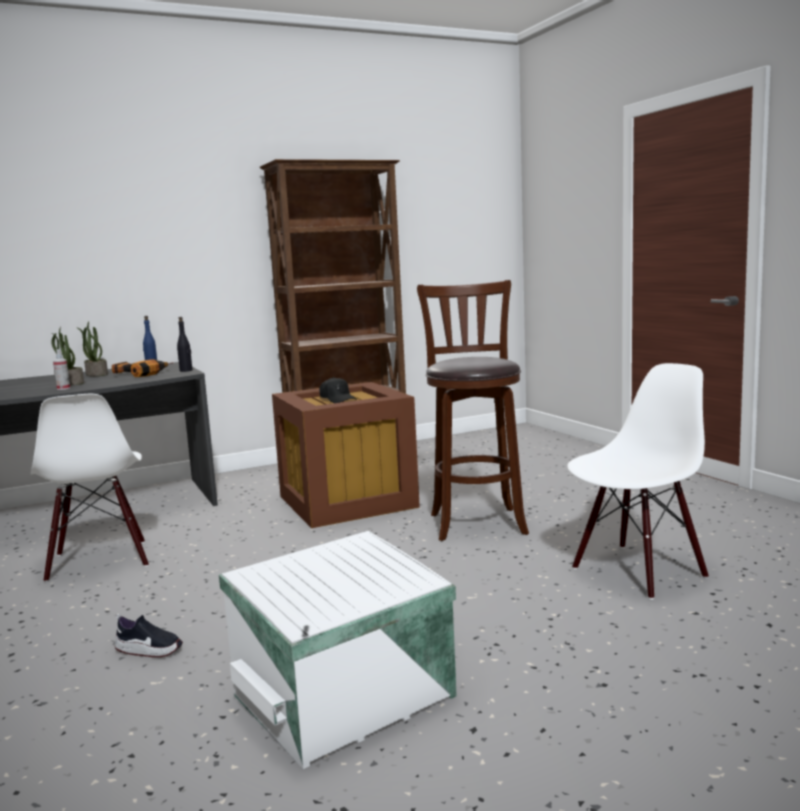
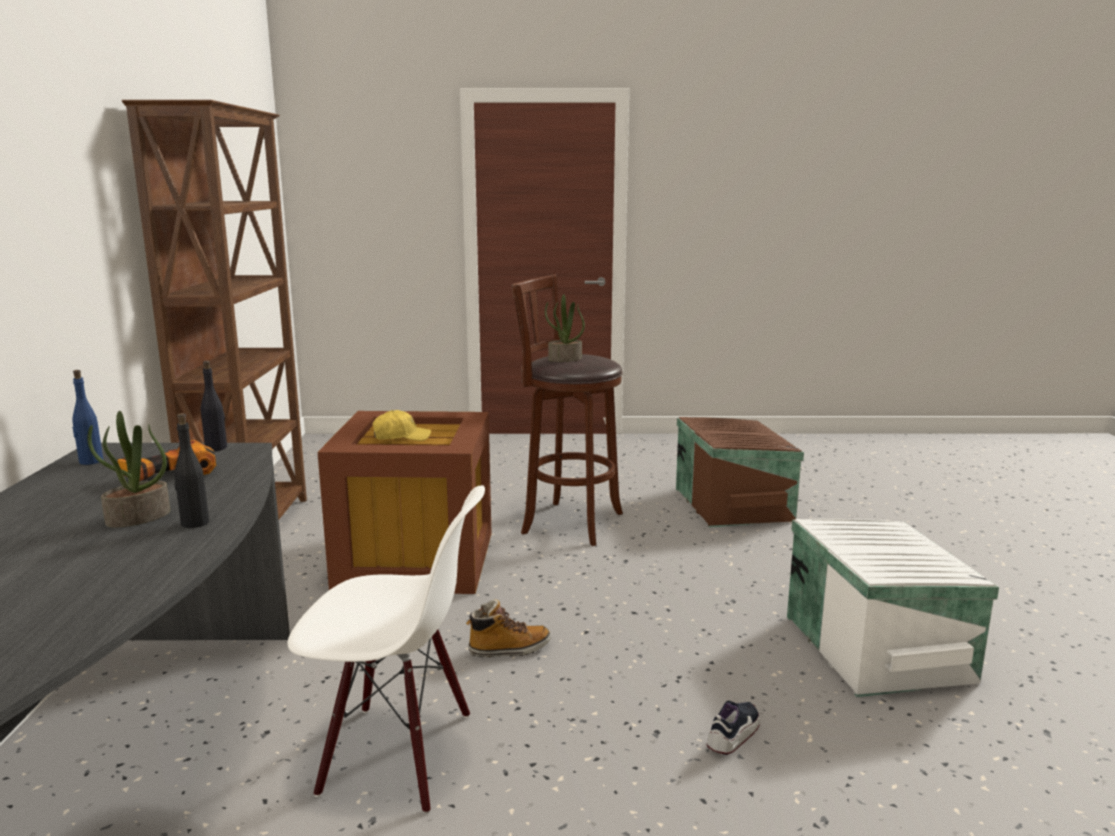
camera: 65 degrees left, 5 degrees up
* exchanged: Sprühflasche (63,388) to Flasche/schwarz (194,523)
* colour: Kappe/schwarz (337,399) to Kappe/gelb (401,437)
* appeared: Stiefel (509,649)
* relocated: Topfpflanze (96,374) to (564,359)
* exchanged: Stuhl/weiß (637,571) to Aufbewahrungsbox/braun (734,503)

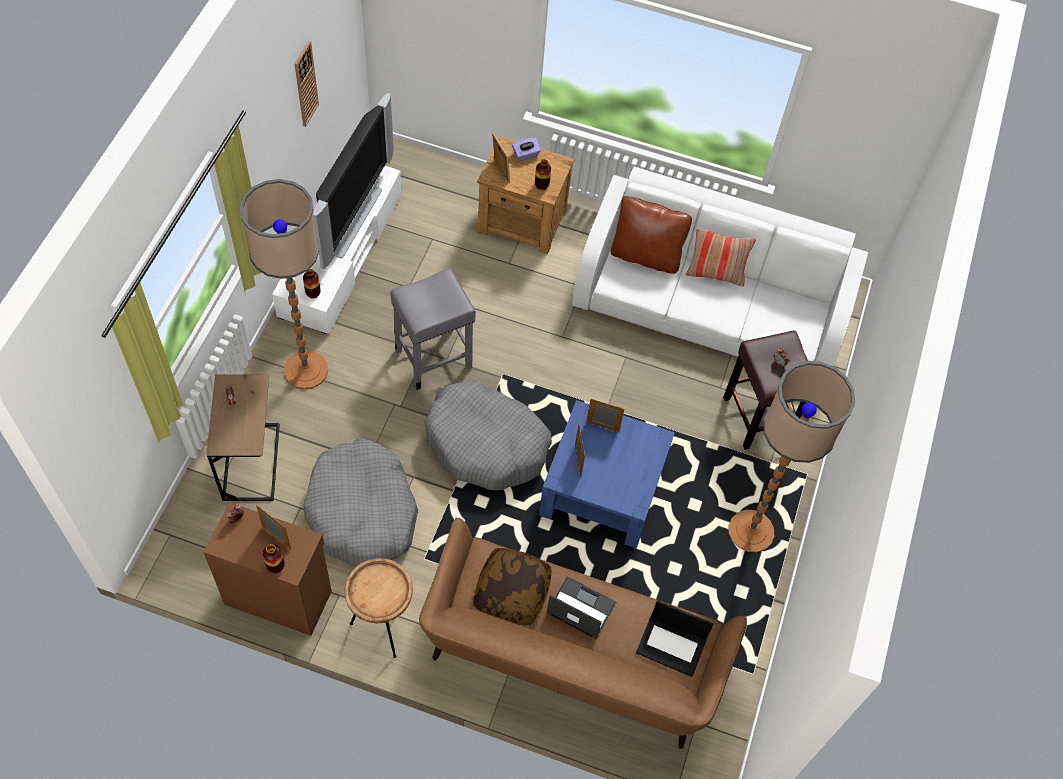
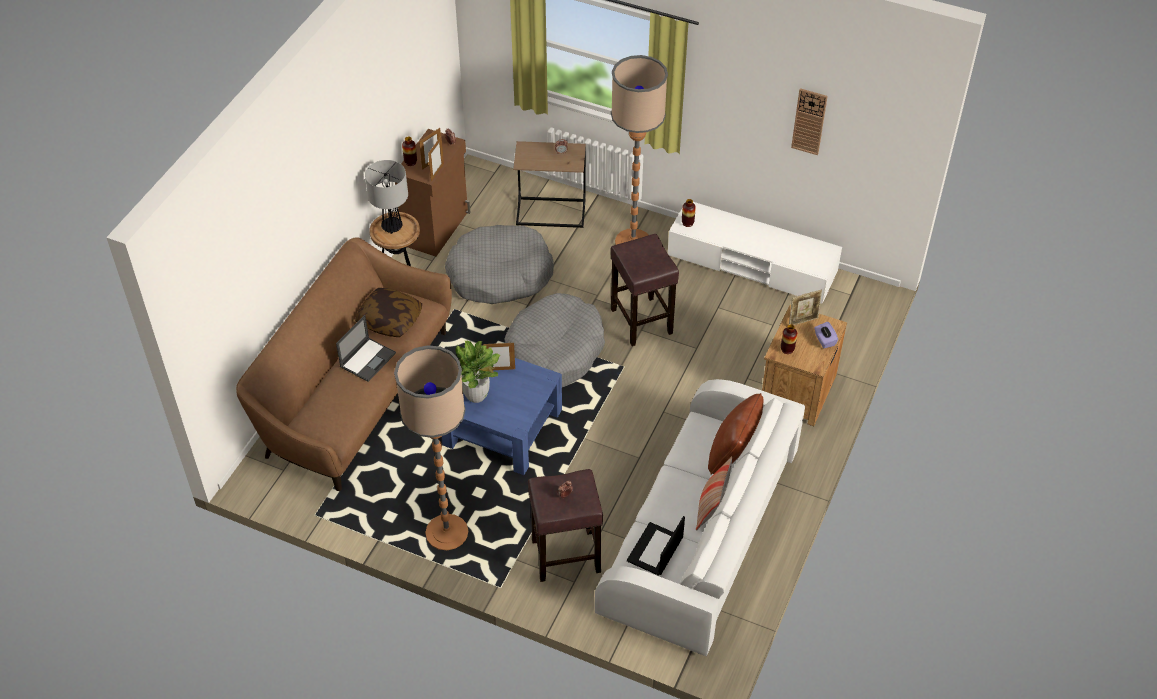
camera: 100 degrees right, 10 degrees down
* appeared: Tischlampe (392,227)
* relocated: Bilderrahmen (602,426) to (437,172)
* appeared: Topfpflanze (476,396)
* colour: Hocker/grau (434,358) to Hocker/braun (642,322)
* relocated: Laptop (672,645) to (655,550)
* missing: Fernseher (351,219)

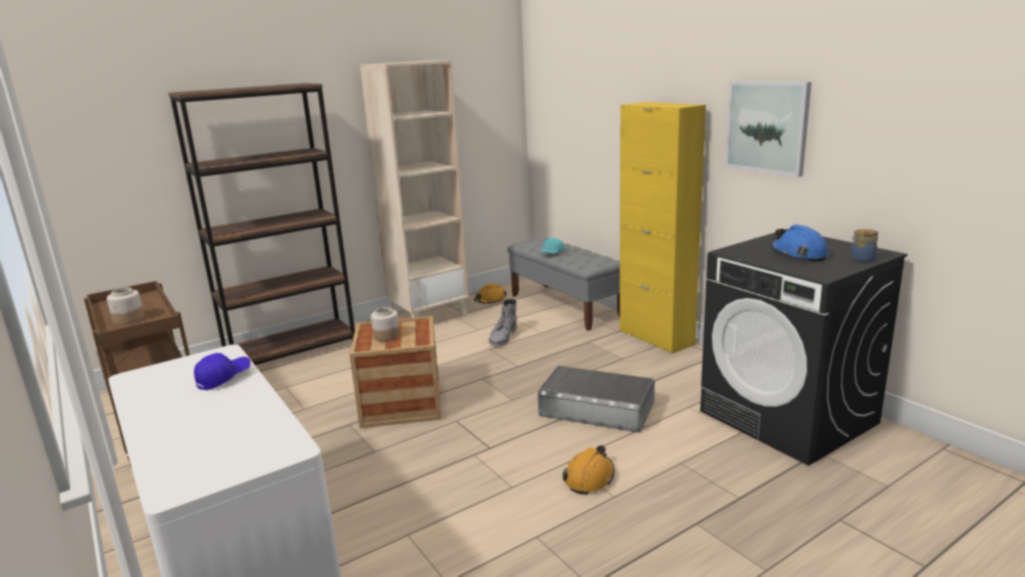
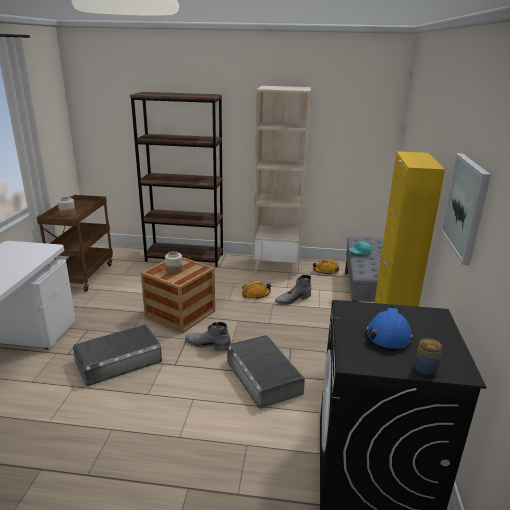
camera: 40 degrees right, 5 degrees up
* appeared: Aufbewahrungsbox/grau (118,360)
* appeared: Stiefel/grau (208,344)
* relocated: Schutzhelm/orange (589,478) to (255,294)
* missing: Kappe/blau (224,378)

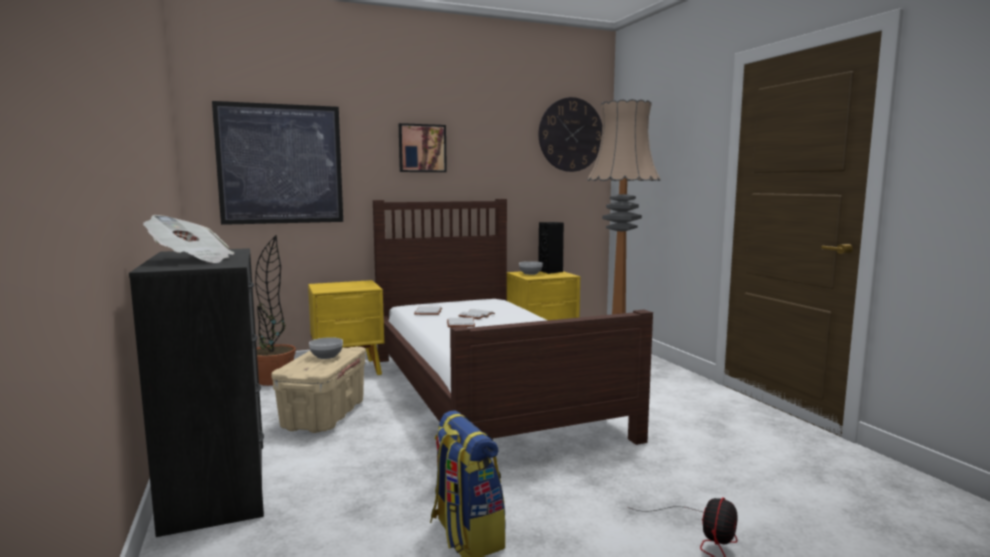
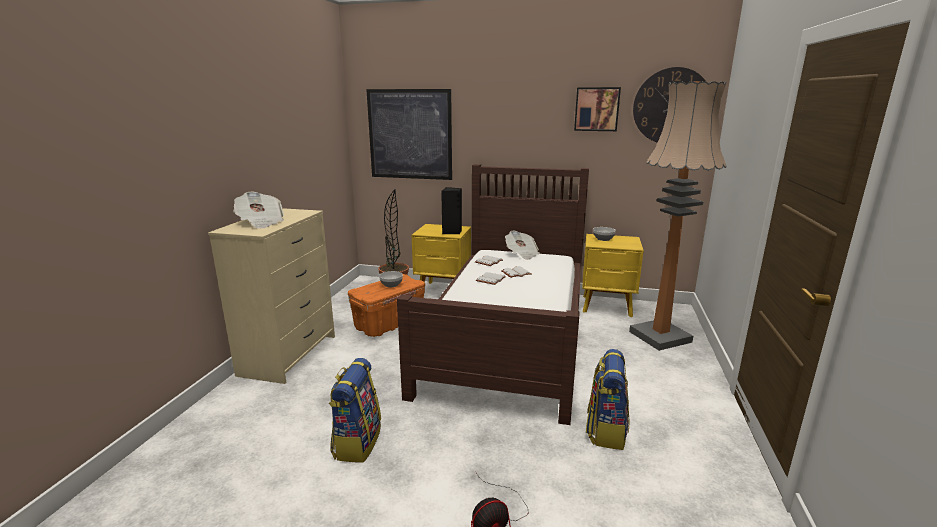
camera: 35 degrees right, 10 degrees up
* colour: Kommode/schwarz (218,485) to Kommode/beige (289,355)
* colour: Aufbewahrungsbox/beige (324,415) to Aufbewahrungsbox/orange (389,323)
* relocated: Lautsprecher/schwarz (551,271) to (452,232)
* appeared: Zeitung (521,254)
* relocated: Bild (422,148) to (596,109)
* appeared: Rucksack (606,430)

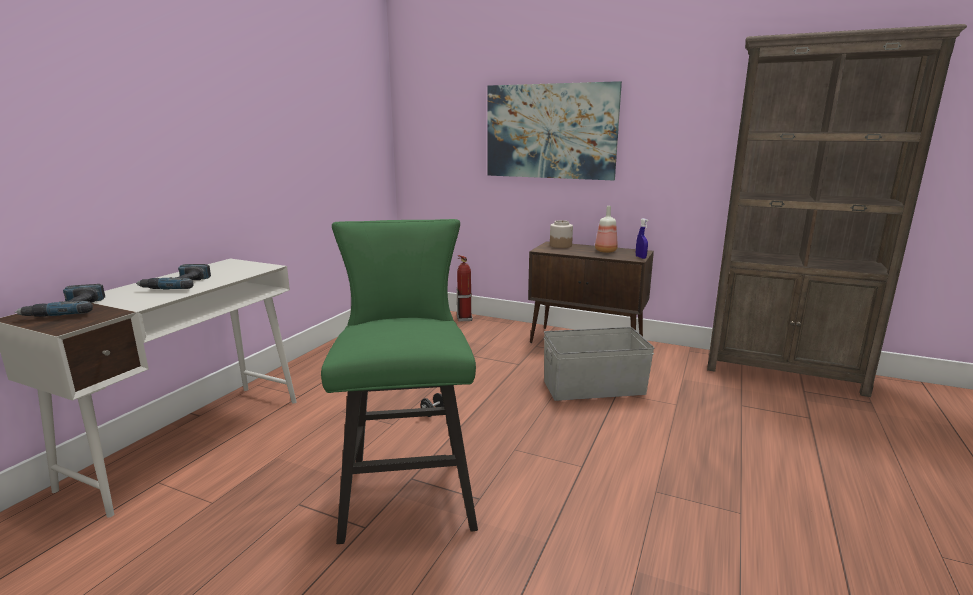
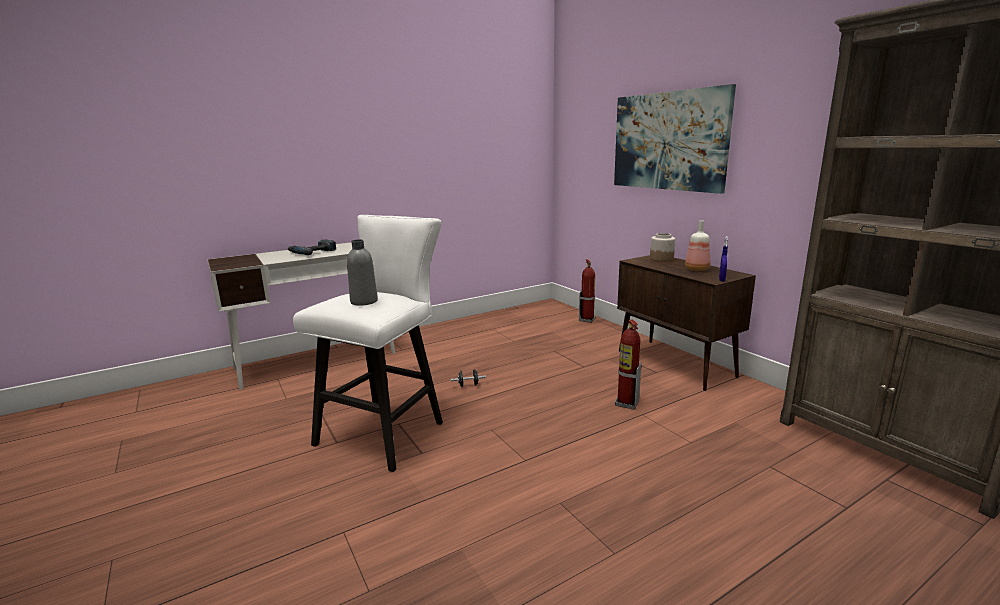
camera: 35 degrees right, 0 degrees up
* colour: Hocker/grün (408,490) to Hocker/weiß (387,430)
* appeared: Flasche/grau (364,302)
* exchanged: Aufbewahrungsbox/grau (594,387) to Feuerlöscher (626,403)
* missing: Bohrmaschine (68,309)

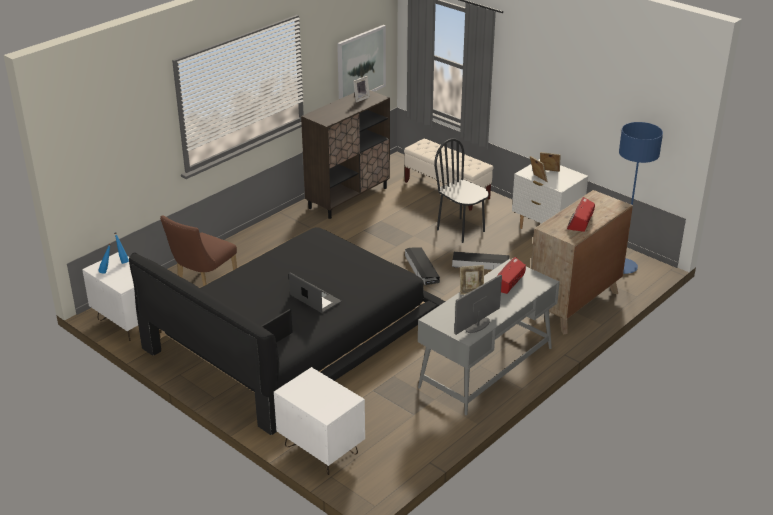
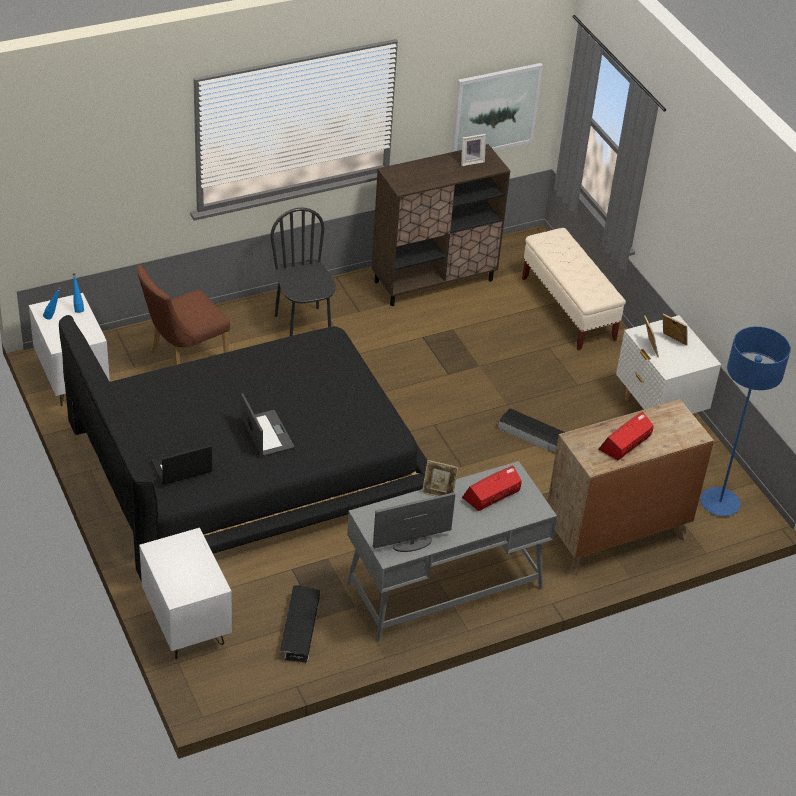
camera: 20 degrees right, 10 degrees up
* relocated: Stuhl/schwarz (461,230) to (303,326)
* relocated: Aufbewahrungsbox/schwarz (421,269) to (299,627)

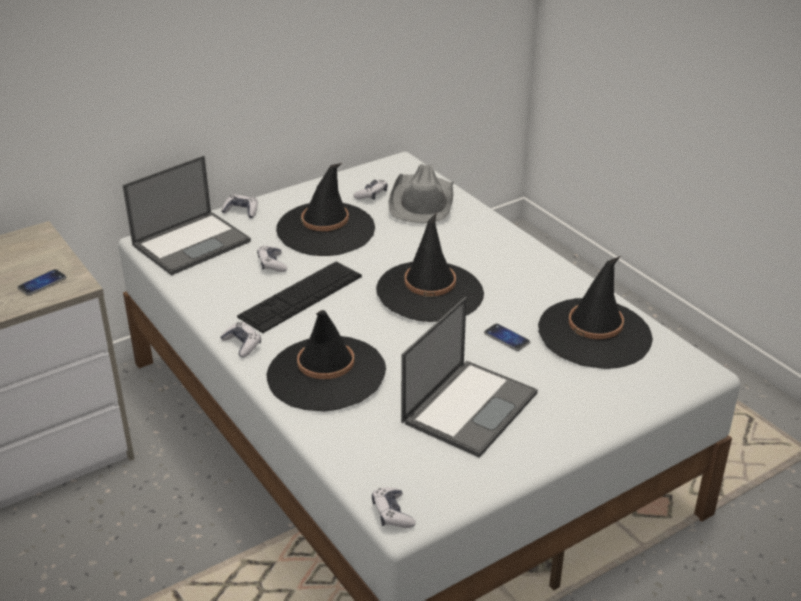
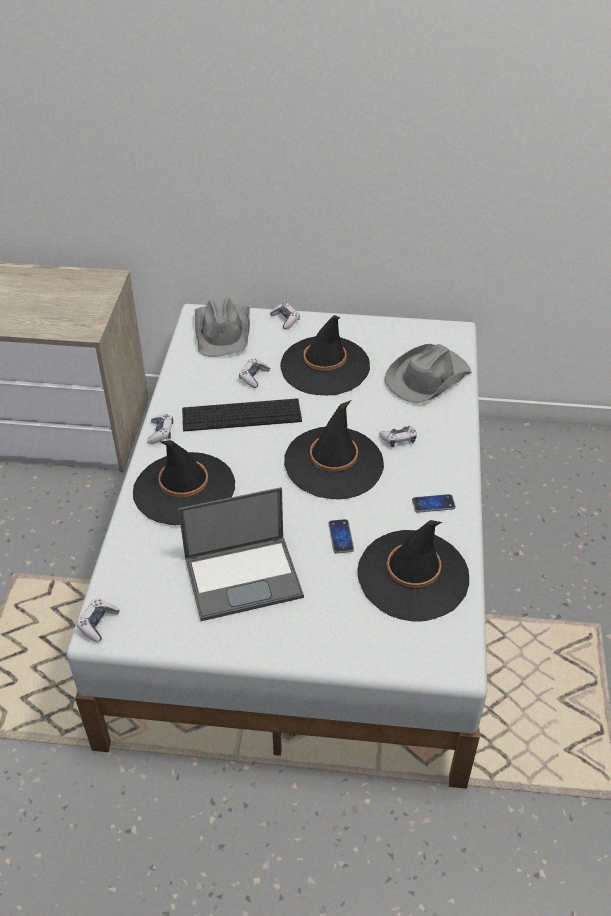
camera: 40 degrees right, 10 degrees up
* exchanged: Laptop (192,243) to Hut/grau (223,330)
* relocated: Gamepad (371,195) to (398,439)
* relocated: Handy (42,283) to (433,504)

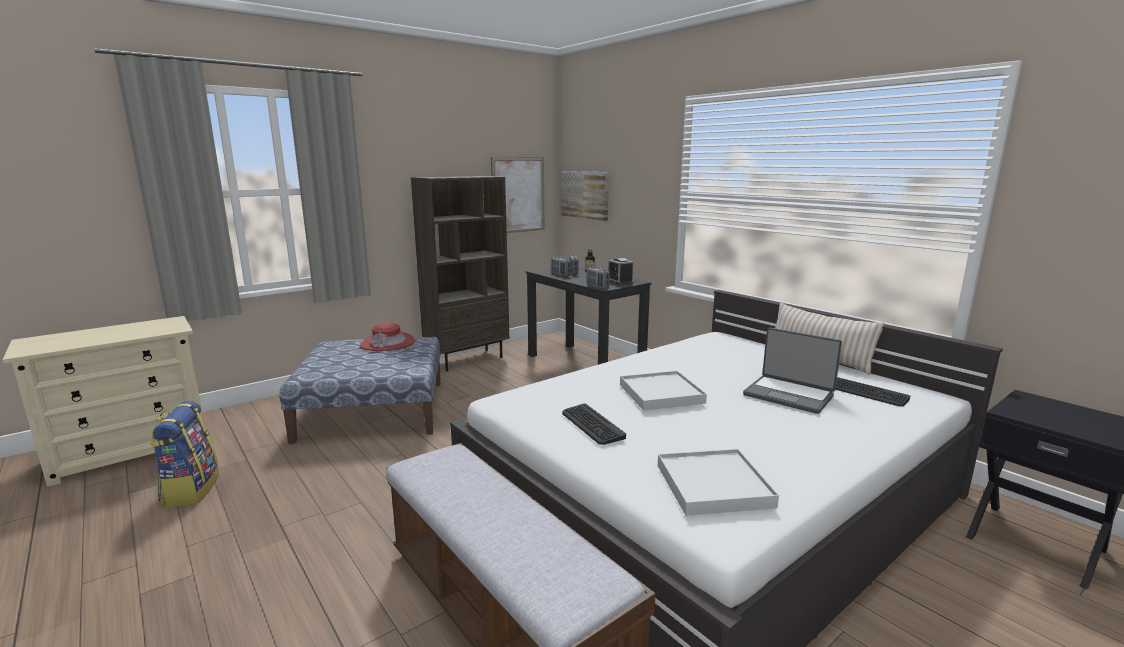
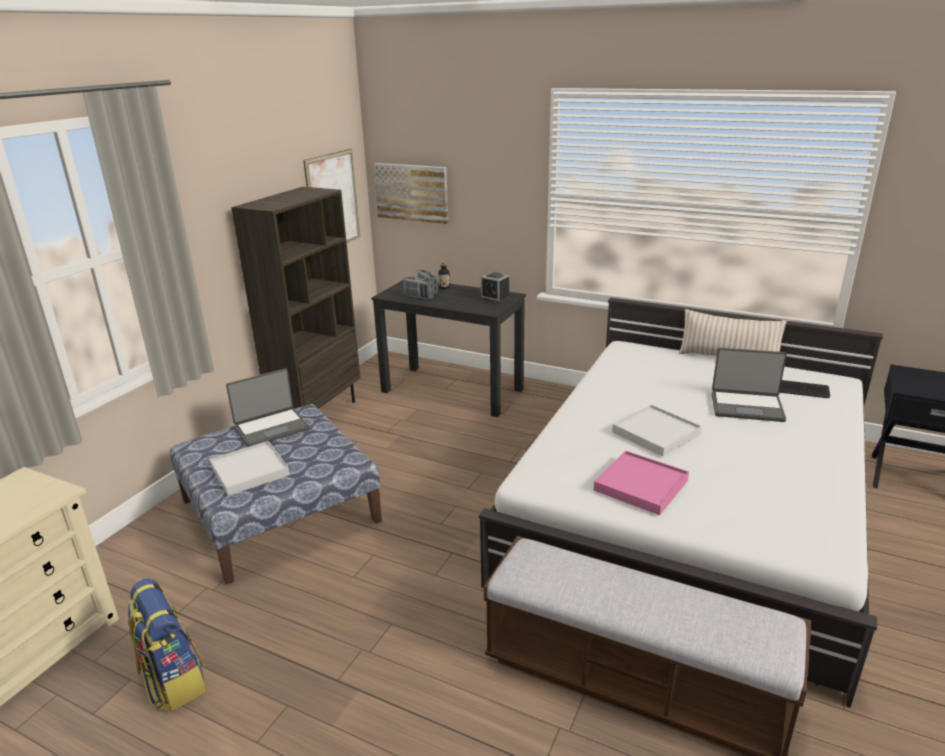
camera: 25 degrees left, 10 degrees up
* relocated: Tablett/weiß (713,486) to (249,471)
* exchanged: Hut/rot (387,343) to Laptop (271,428)
* exchanged: Tastatur (592,425) to Tablett/rosa (641,485)
* missing: Radio (597,286)

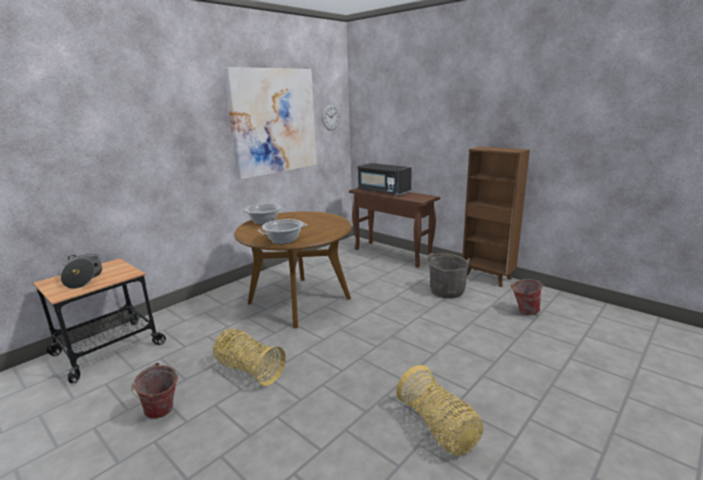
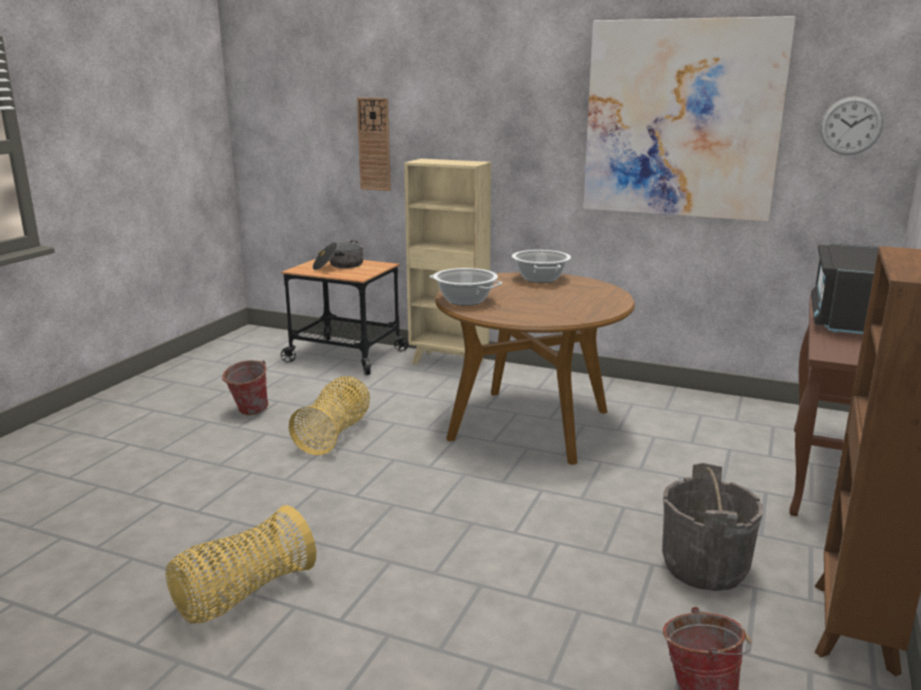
camera: 70 degrees right, 0 degrees up
* appeared: Wanduhr (374,144)
* appeared: Bücherregal/beige (449,362)

